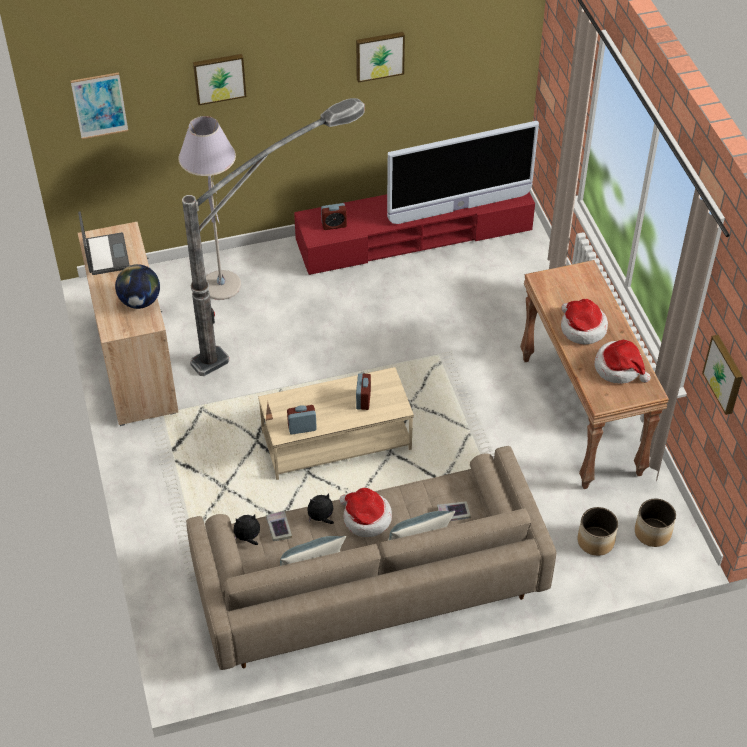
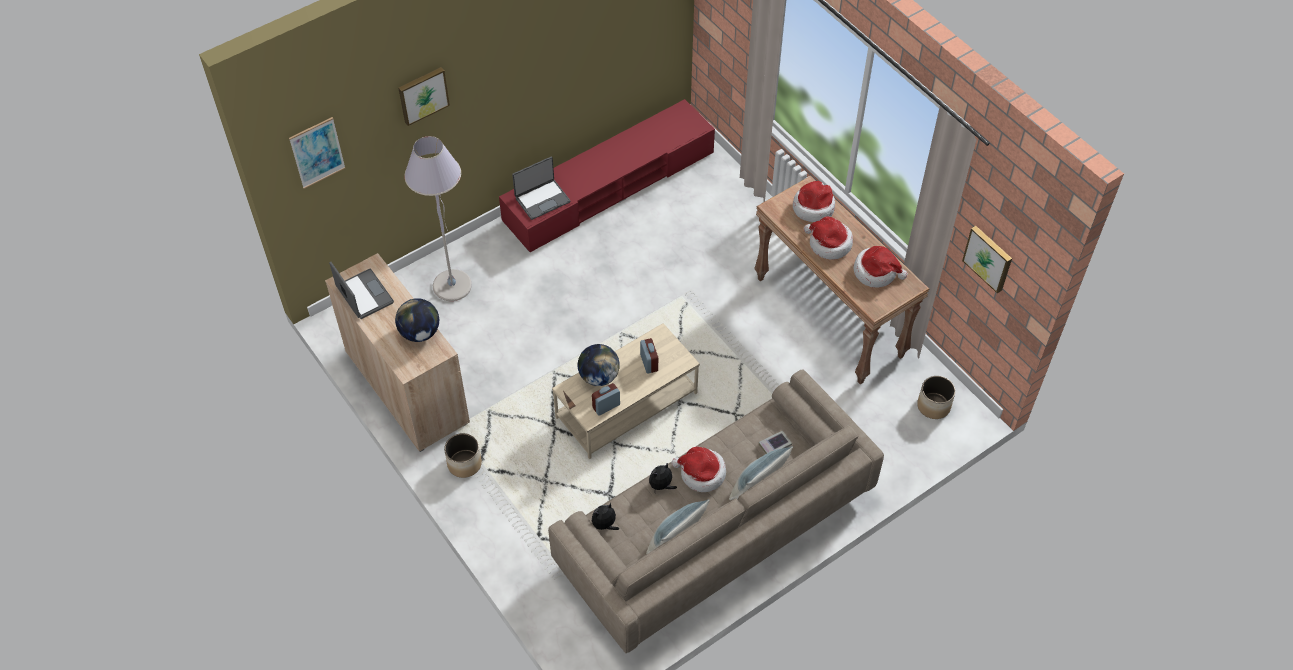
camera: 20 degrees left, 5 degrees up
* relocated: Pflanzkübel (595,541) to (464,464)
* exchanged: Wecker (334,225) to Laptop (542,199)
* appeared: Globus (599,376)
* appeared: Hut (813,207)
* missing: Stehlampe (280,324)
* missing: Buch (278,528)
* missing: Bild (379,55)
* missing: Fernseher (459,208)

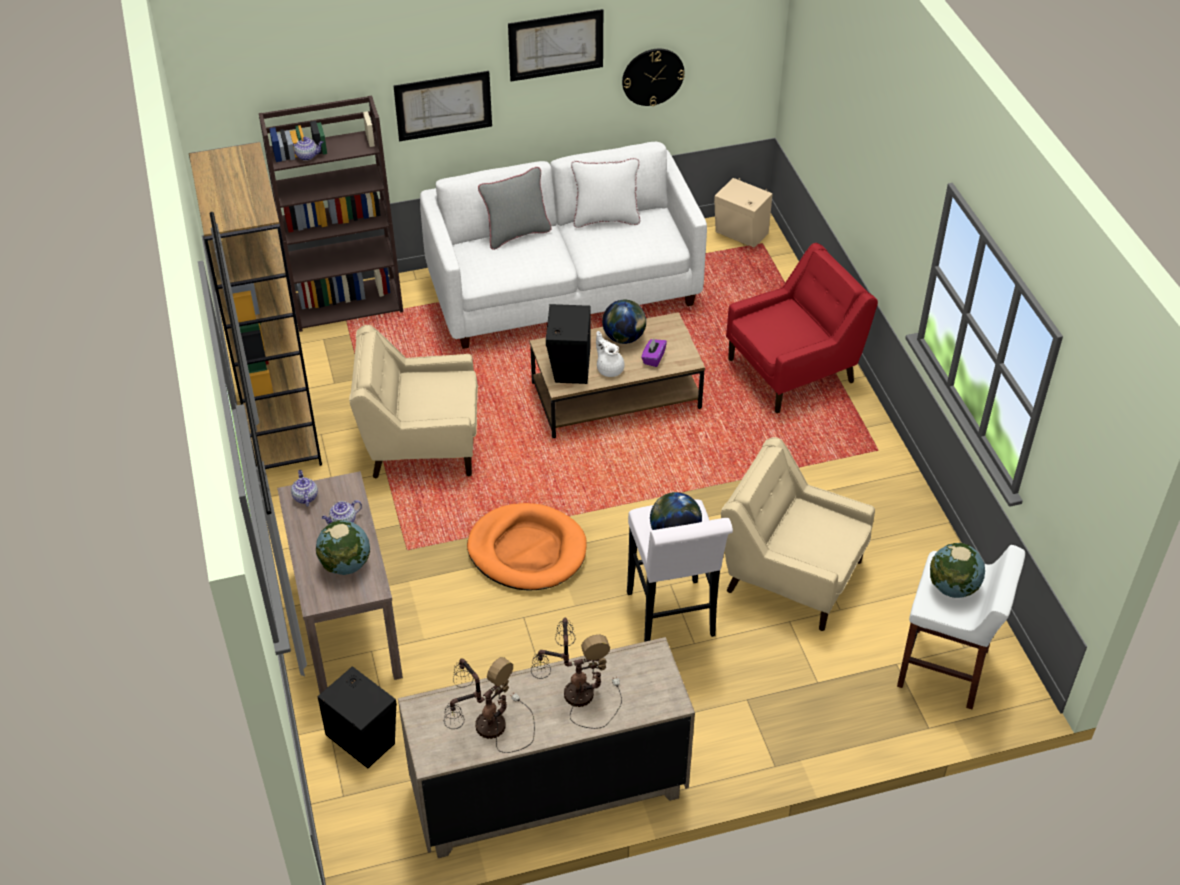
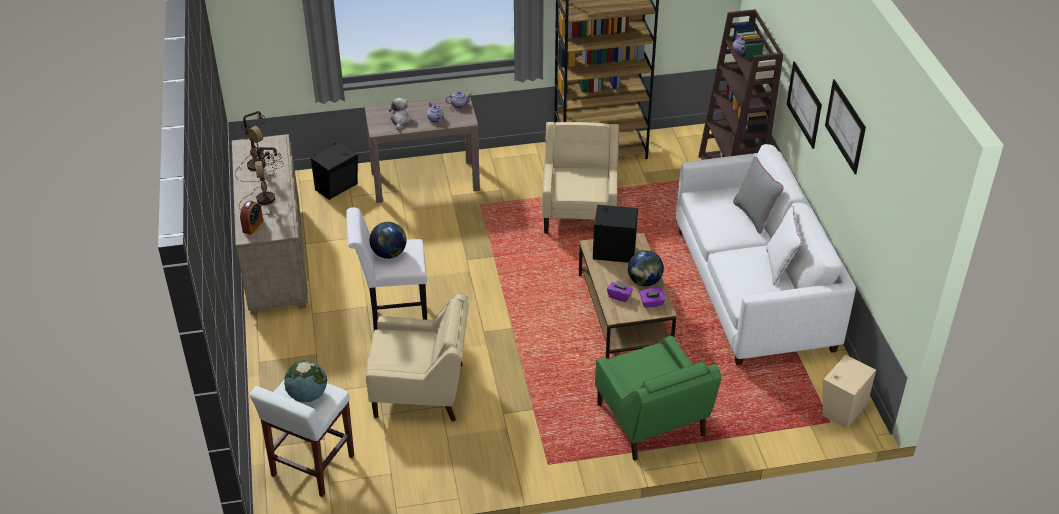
camera: 95 degrees right, 5 degrees down
* appeared: Wecker (253,226)
* spun: Sessel/beige (791,575) = (421,391) 60 degrees clockwise
* exchanged: Globus (346,565) to Plüschtier (400,120)
* colour: Sessel/rot (793,370) to Sessel/grün (651,422)
* appeared: Taschentuchbox/lila (652,303)
* missing: Hundebett/orange (527,550)
* missing: Teekanne/weiß (609,368)
* missing: Wanduhr (652,76)

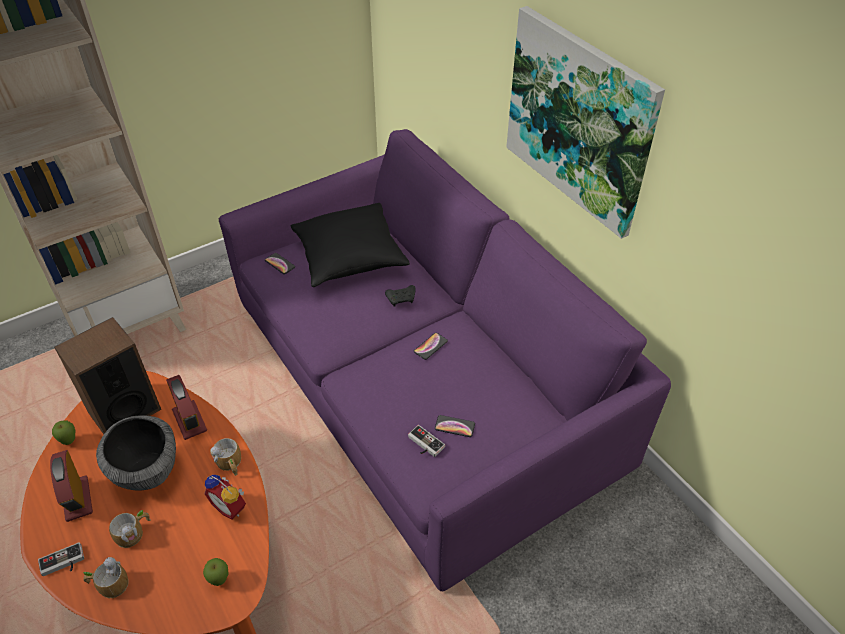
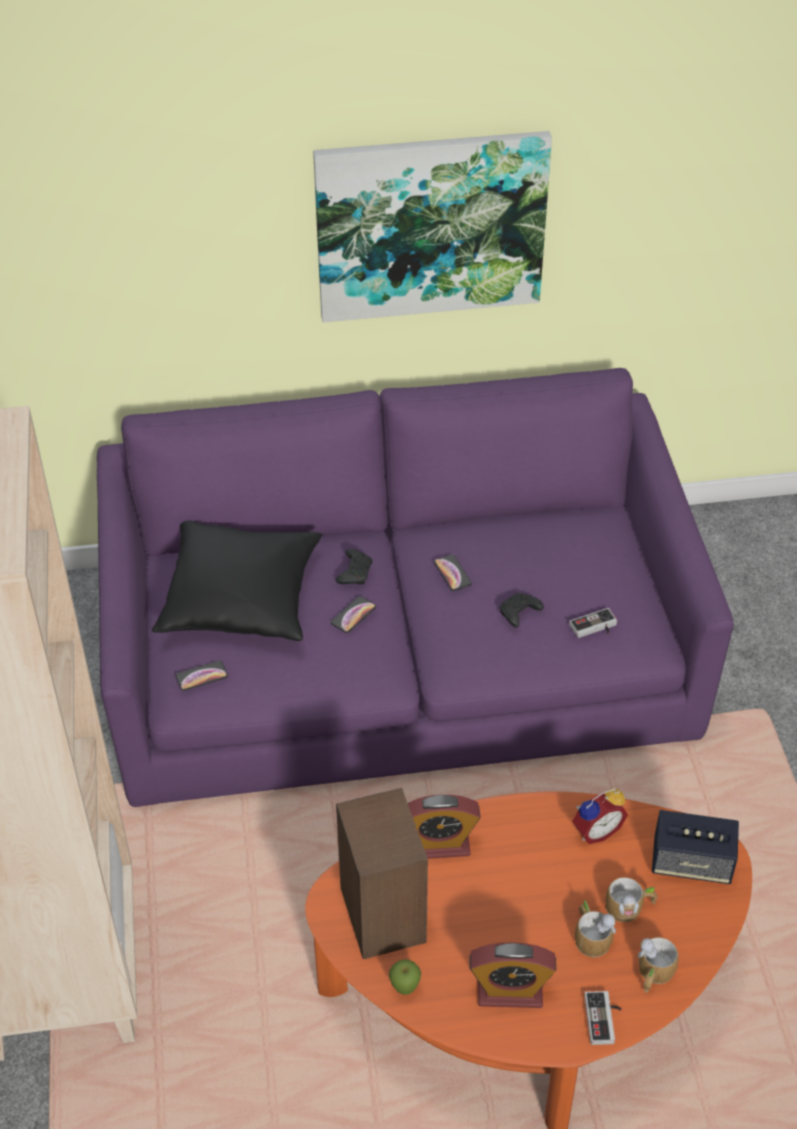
camera: 65 degrees left, 0 degrees up
* relocated: Handy (454,426) to (353,615)
* appeared: Gamepad/schwarz (518,614)
* relocated: Henkelbecher (230,464) to (630,908)
* exchanged: Apfel (219,580) to Lautsprecher (691,862)
* missing: Schüssel (147,473)

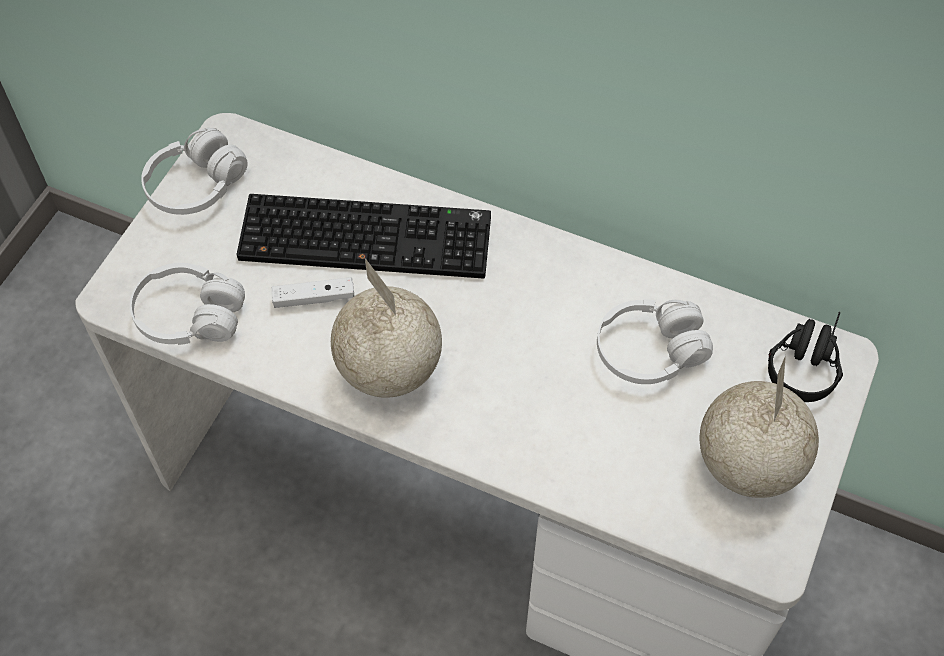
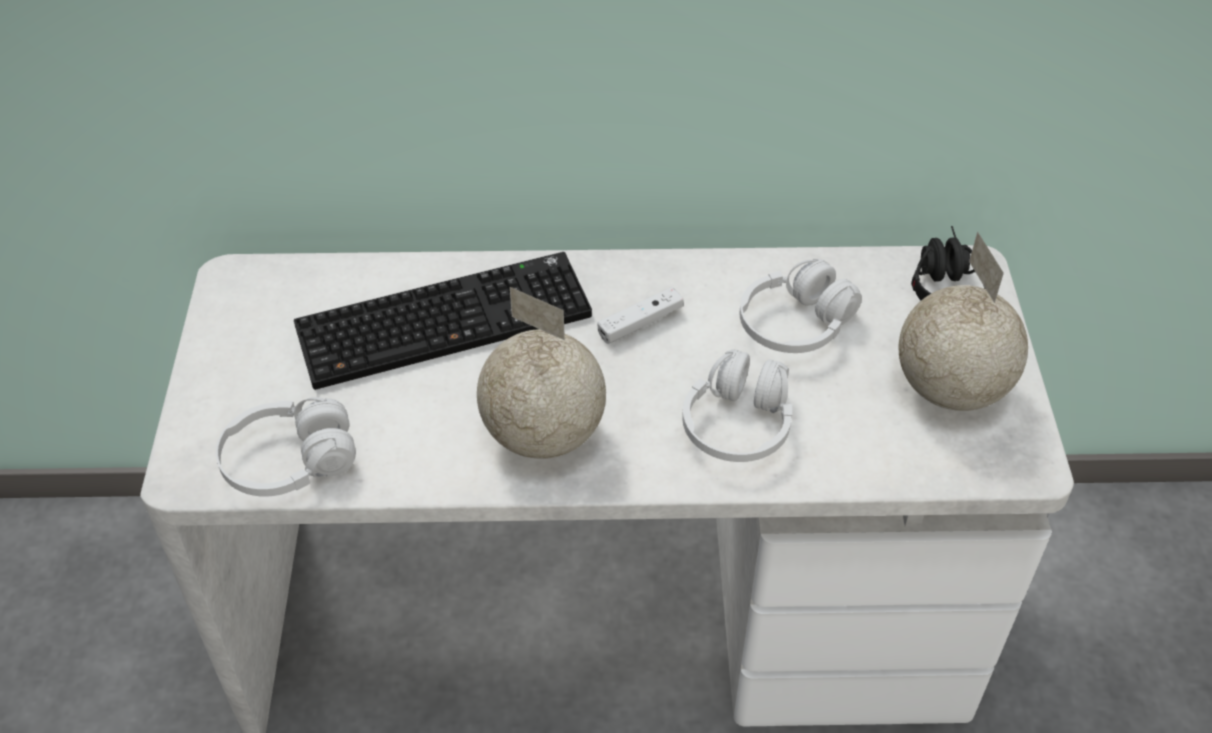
camera: 25 degrees left, 10 degrees down
* relocated: Gamepad/weiß (314,298) to (640,323)
* relocated: Kopfhörer/weiß (196,185) to (738,424)

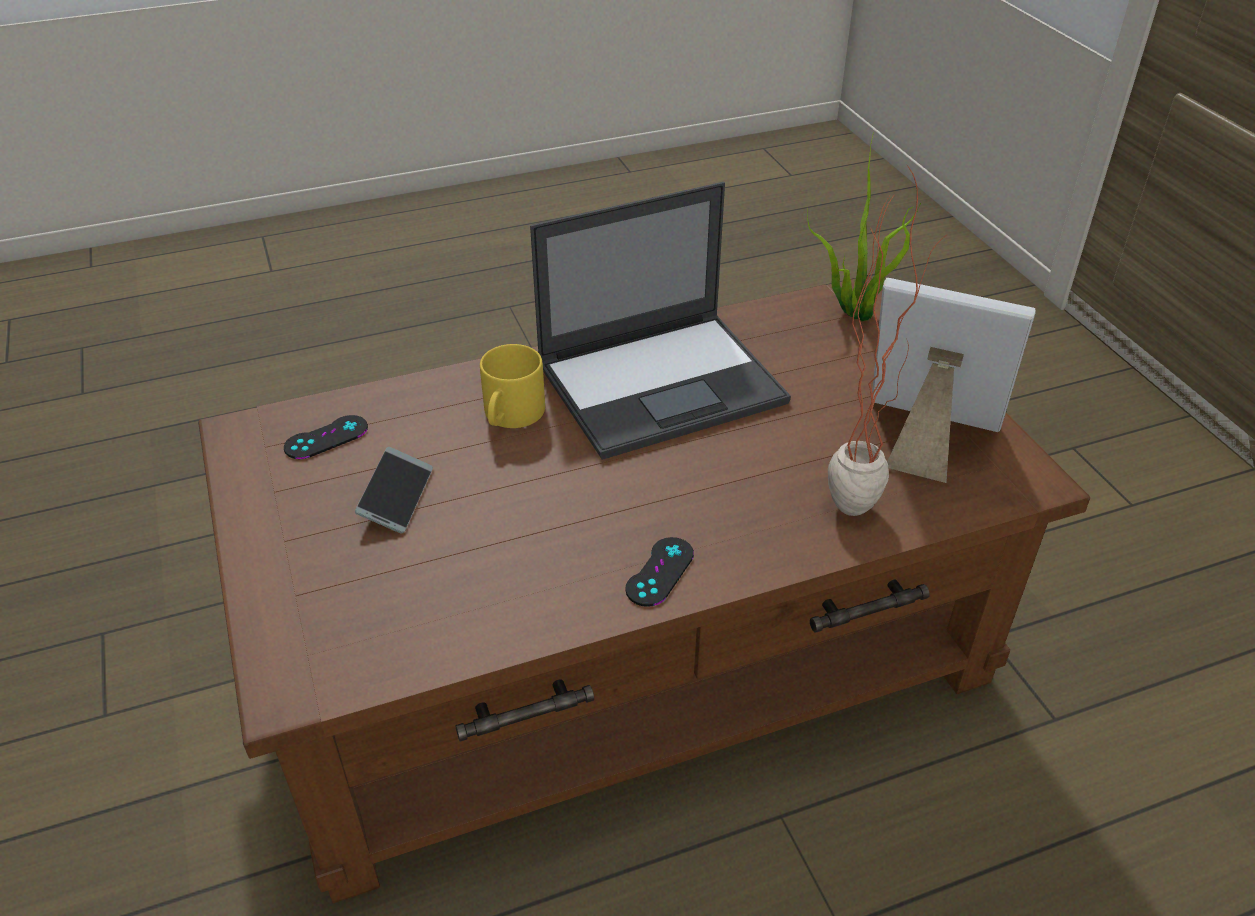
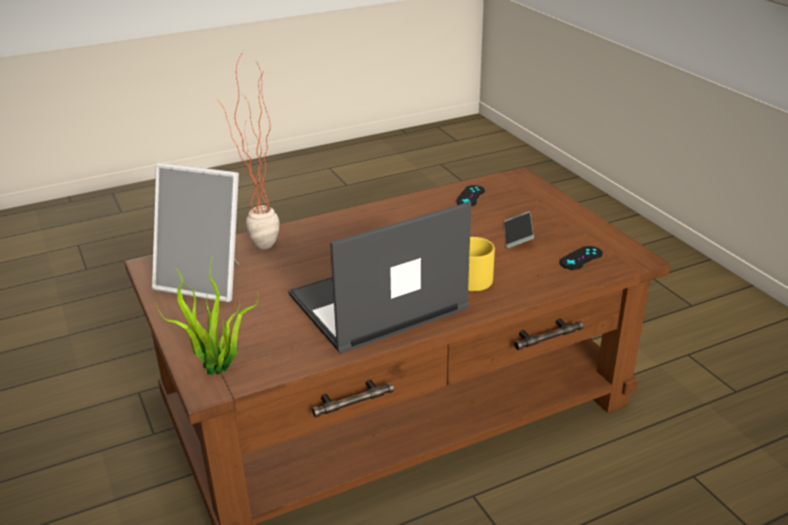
camera: 175 degrees right, 10 degrees down
* relocated: Gamepad/schwarz (660,572) to (470,196)

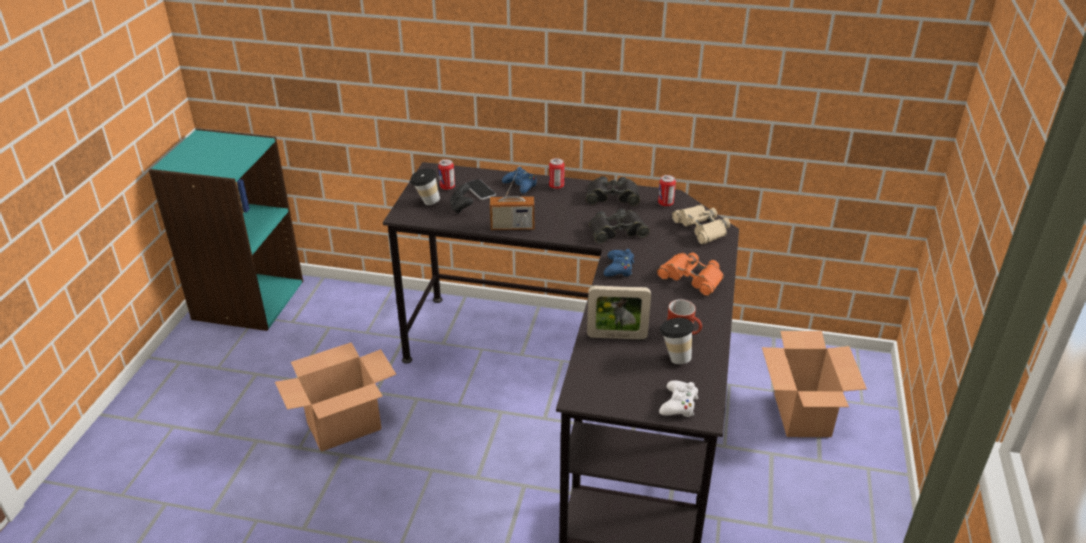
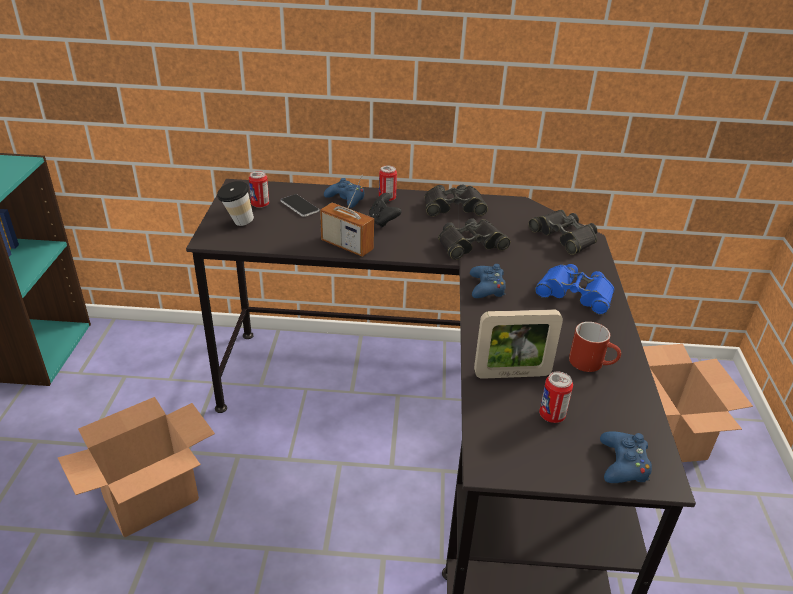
camera: 10 degrees left, 0 degrees up
* spun: Radio (512,226) = (347,245) 45 degrees clockwise
* relocated: Gamepad/schwarz (461,208) to (383,221)
* colour: Fernglas/beige (701,228) to Fernglas/schwarz (564,237)
* colour: Fernglas/orange (692,278) to Fernglas/blau (575,294)
* relocated: Dose (665,203) to (552,415)
* colour: Gamepad/weiß (679,404) to Gamepad/blau (623,464)
* missing: Tasse (674,357)

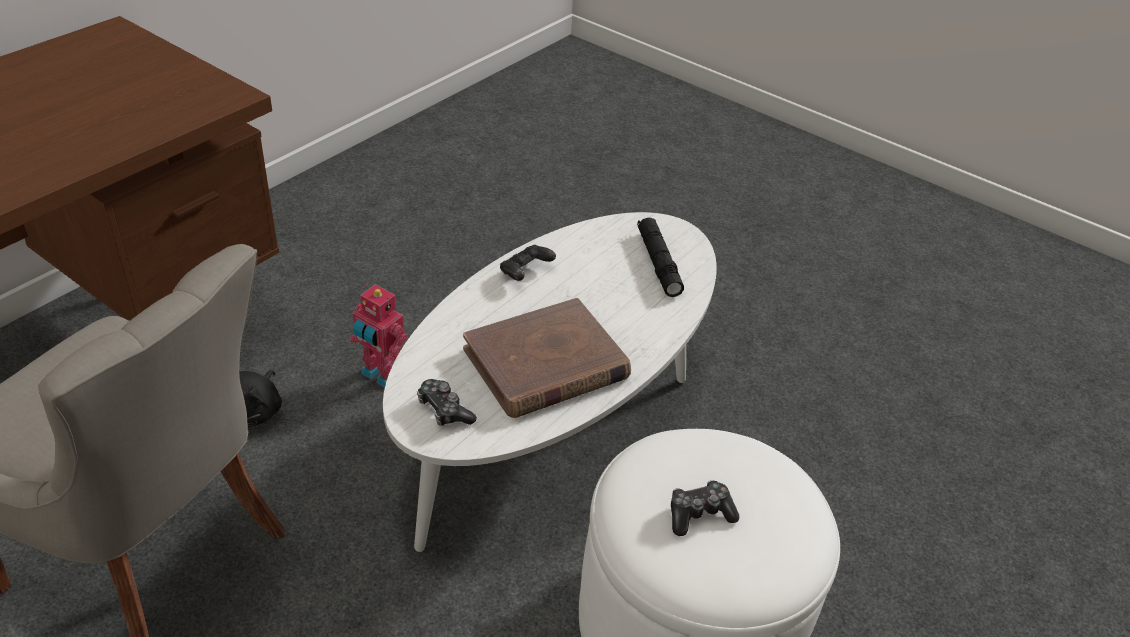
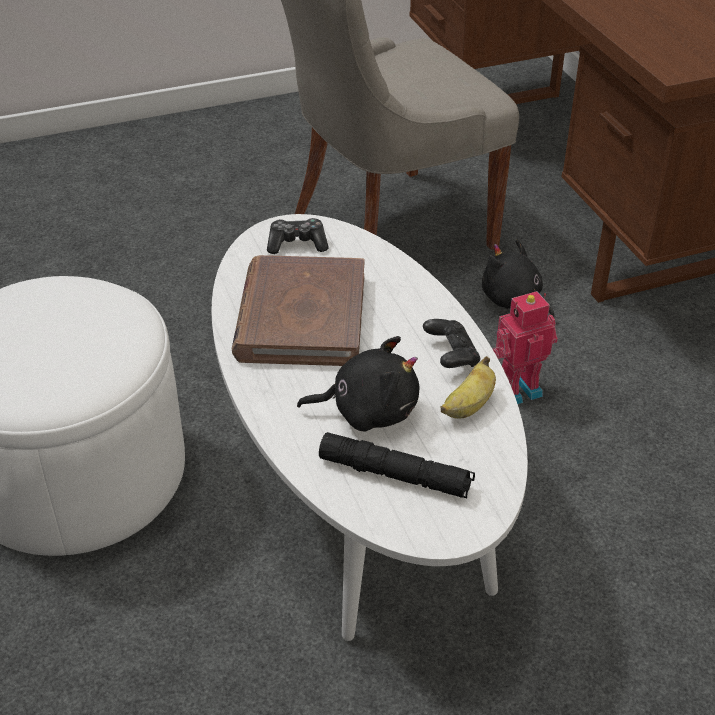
camera: 125 degrees right, 0 degrees up
* appeared: Plüschtier/schwarz (368,410)
* appeared: Banane (468,406)
* missing: Gamepad (699,514)

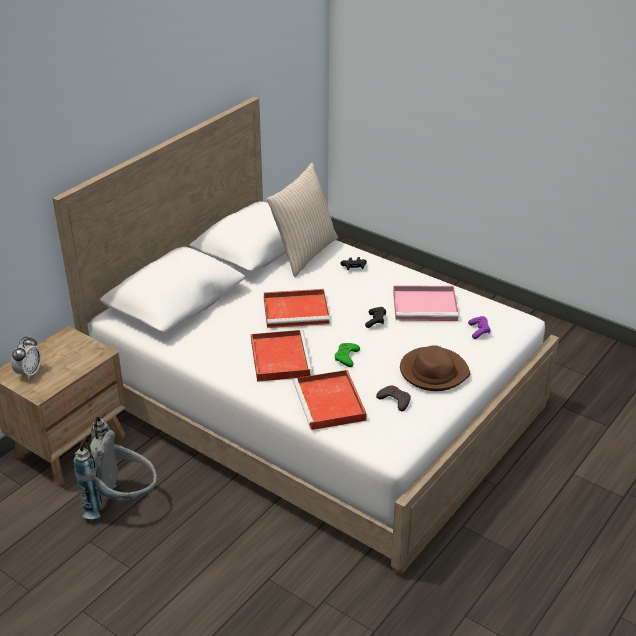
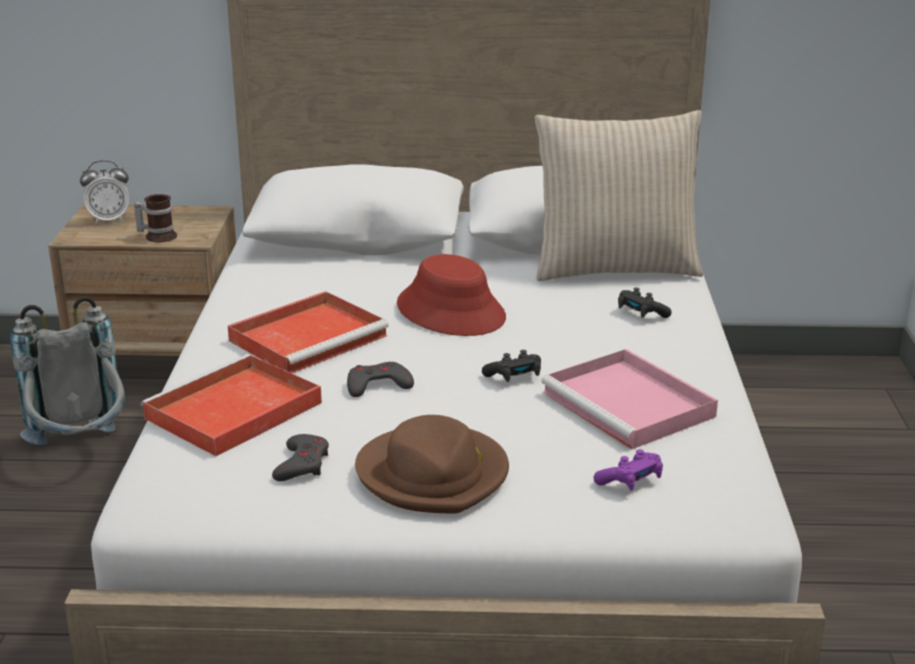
camera: 55 degrees right, 10 degrees down
* appeared: Henkelbecher (158,236)
* colour: Gamepad/grün (346,357) to Gamepad/grau (377,385)
* exchanged: Tablett/rot (297,311) to Hut/rot (451,311)

